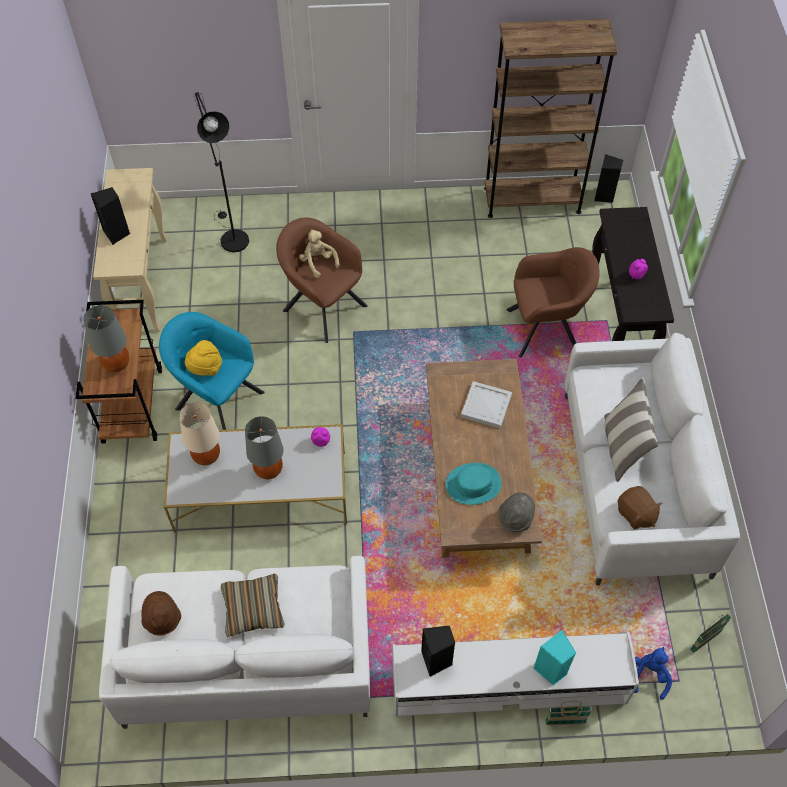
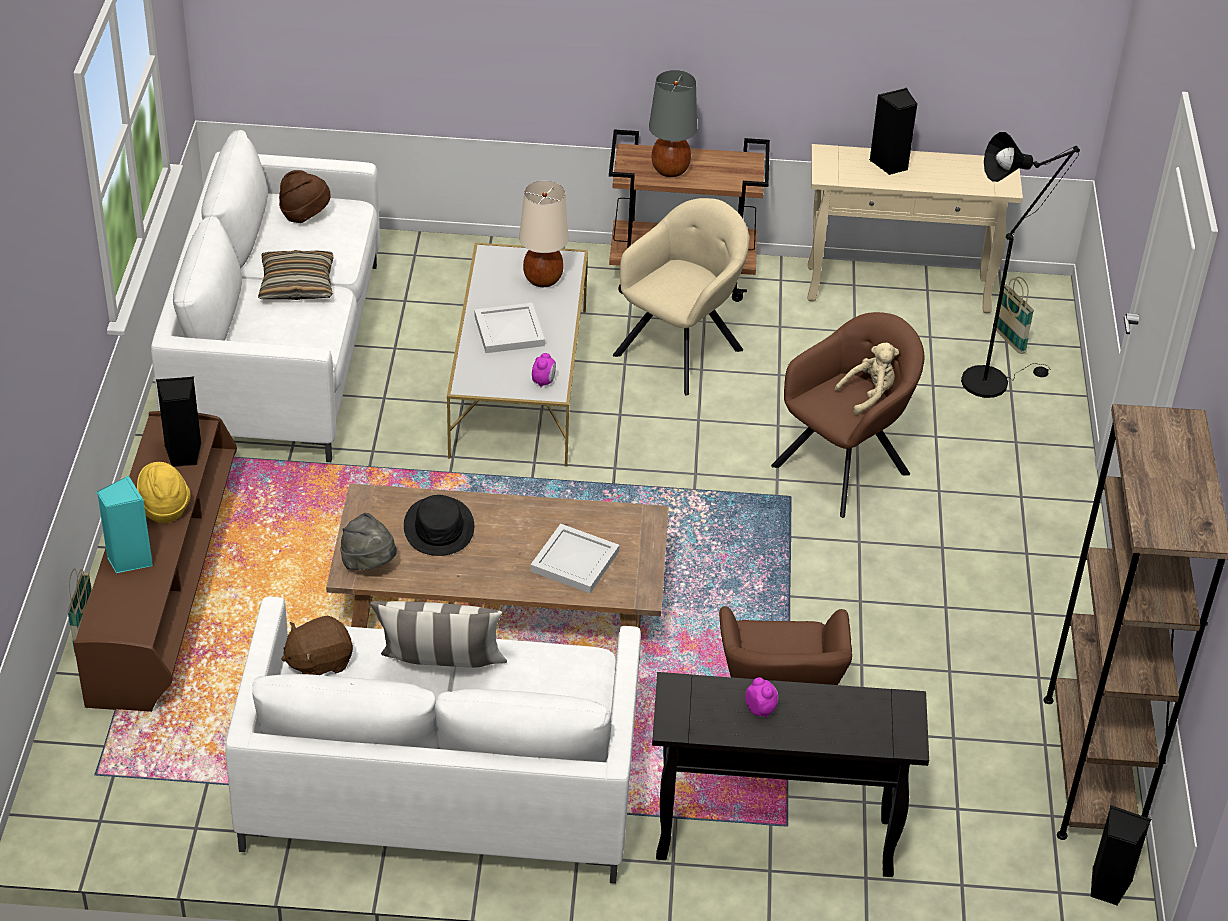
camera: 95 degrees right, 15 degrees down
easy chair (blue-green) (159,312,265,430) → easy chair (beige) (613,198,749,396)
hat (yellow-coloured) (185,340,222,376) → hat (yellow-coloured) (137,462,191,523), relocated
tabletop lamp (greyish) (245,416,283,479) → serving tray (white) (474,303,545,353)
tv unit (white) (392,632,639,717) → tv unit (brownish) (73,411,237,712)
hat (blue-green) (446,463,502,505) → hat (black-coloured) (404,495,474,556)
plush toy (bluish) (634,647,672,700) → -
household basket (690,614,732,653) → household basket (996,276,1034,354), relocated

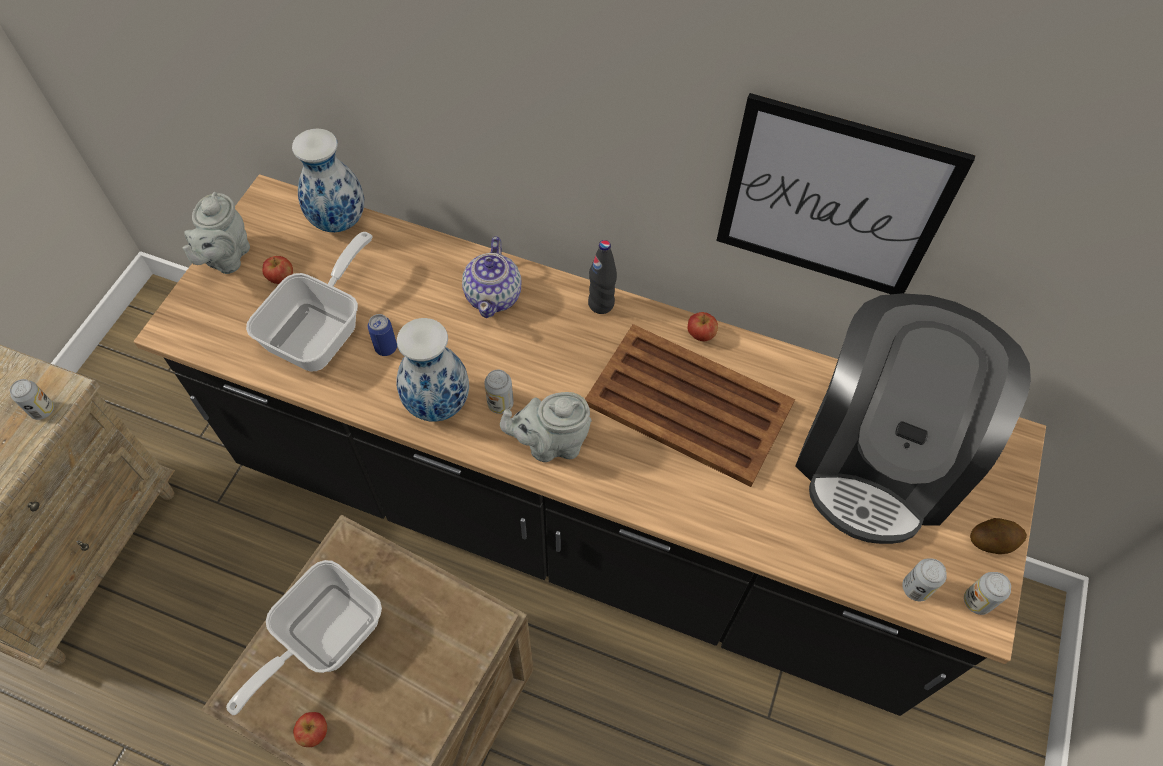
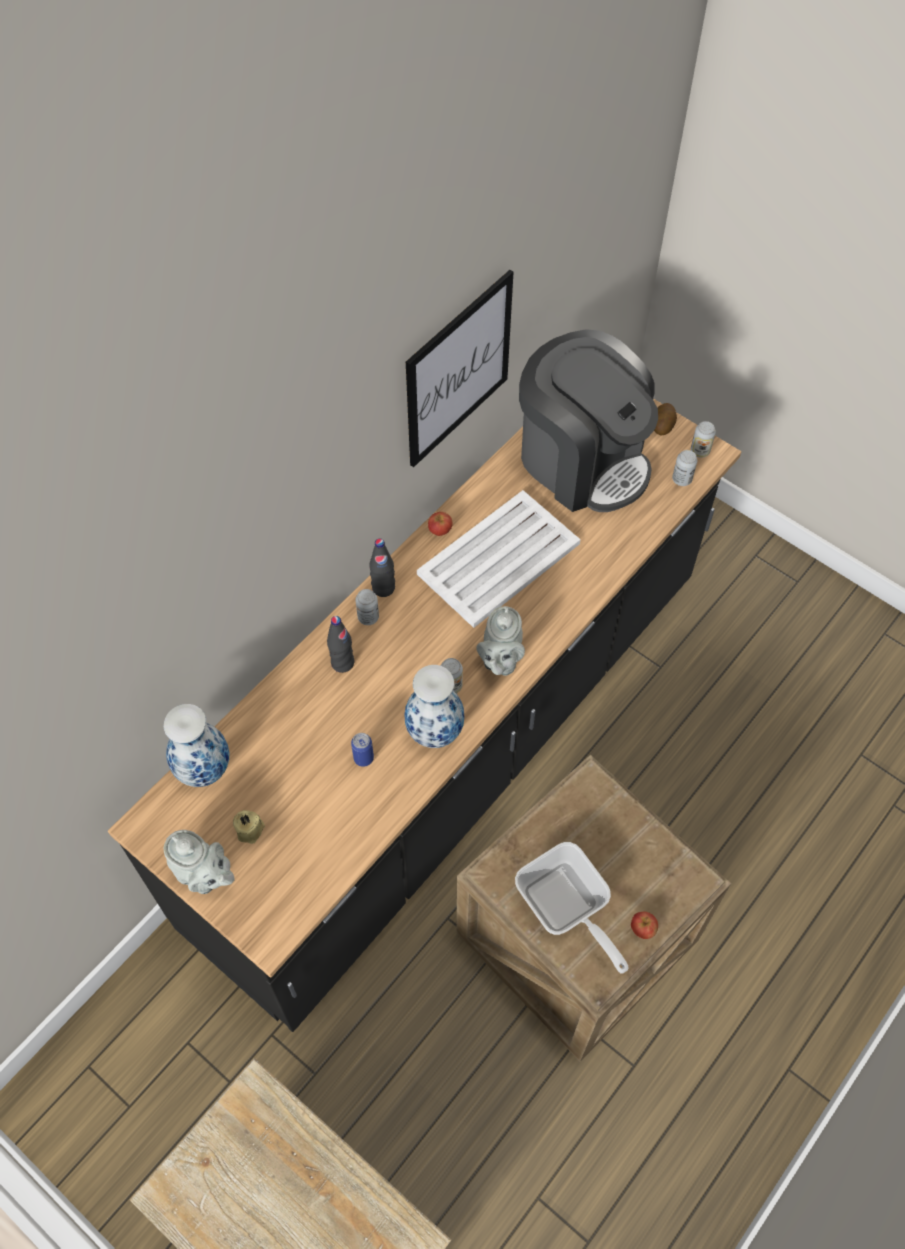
camera: 70 degrees left, 0 degrees up
metal can (10,379,54,420) → metal can (355,589,379,625), relocated
pan (246,232,372,372) → -
apple fruit (263,256,293,284) → wax light (beige) (233,810,265,844)
teapot (462,237,521,318) → beverage bottle (black-coloured) (327,616,354,673)
serving tray (brownish) (585,324,795,487) → serving tray (white) (417,490,581,628)

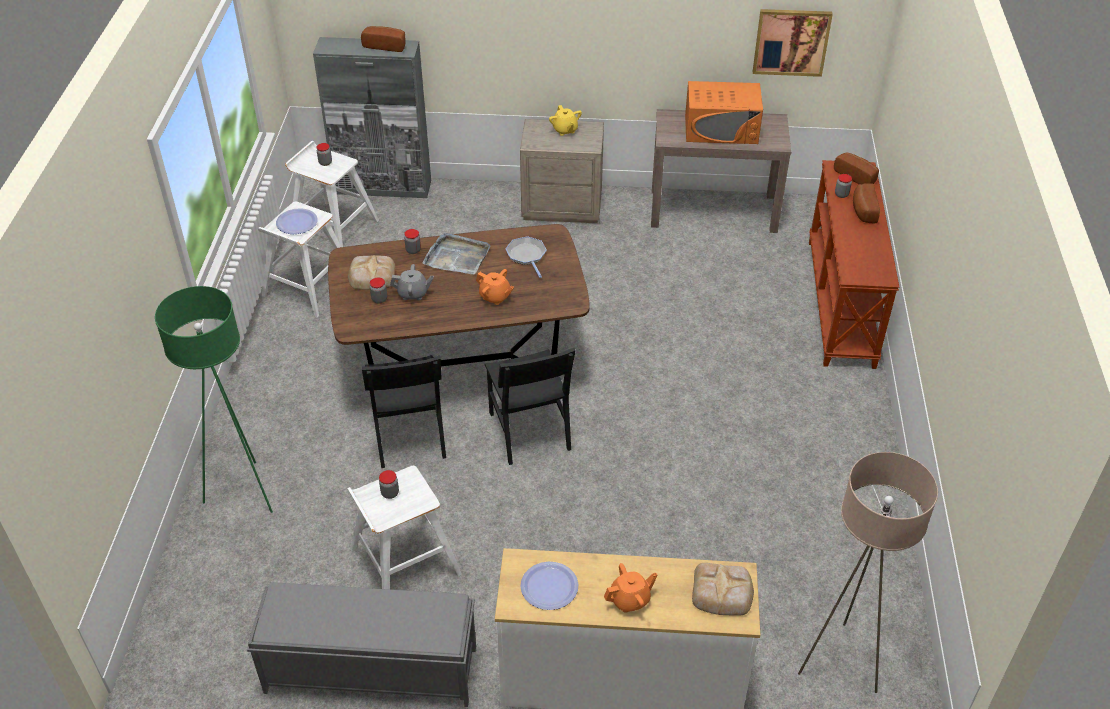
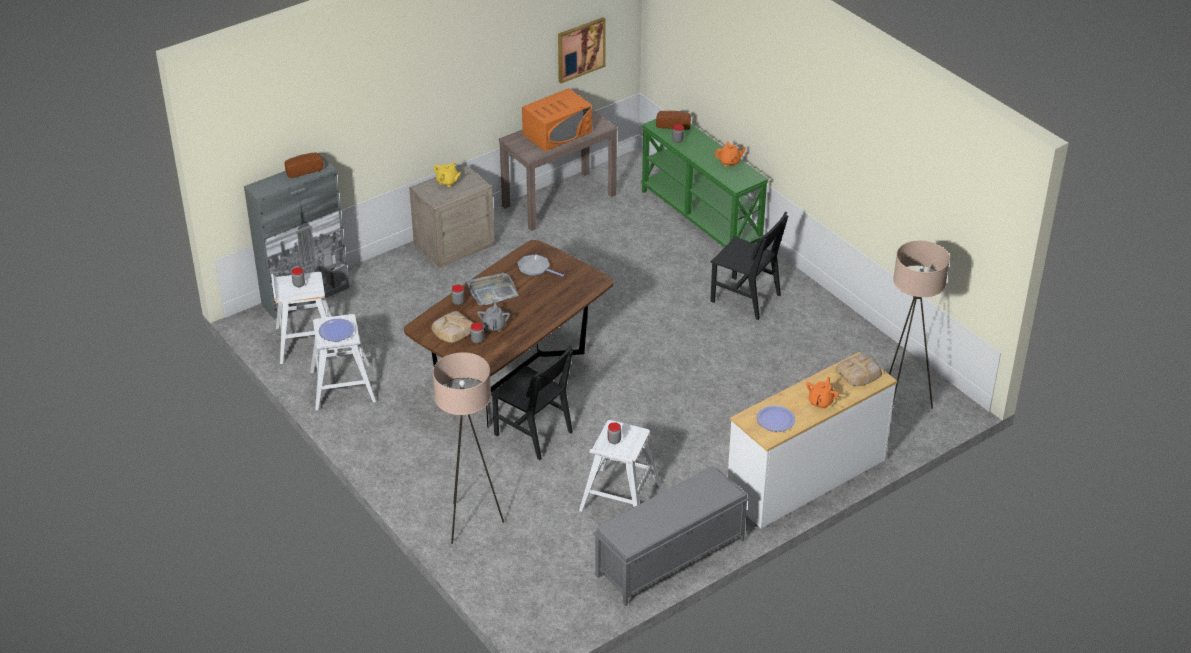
camera: 40 degrees left, 5 degrees down
standing lamp (green) (155,286,273,513) → standing lamp (beige) (433,352,504,544)
teapot (greyish) (390,264,434,300) → teapot (greyish) (477,302,510,332), 45 degrees counterclockwise
teapot (orange-coloured) (476,269,514,305) → teapot (orange-coloured) (715,141,746,166), relocated
plain chair (black-coloured) (485,348,576,465) → plain chair (black-coloured) (710,211,788,320), relocated
hall table (brownish) (809,160,899,369) → hall table (green) (641,119,769,248)
bread (853,183,880,223) → -

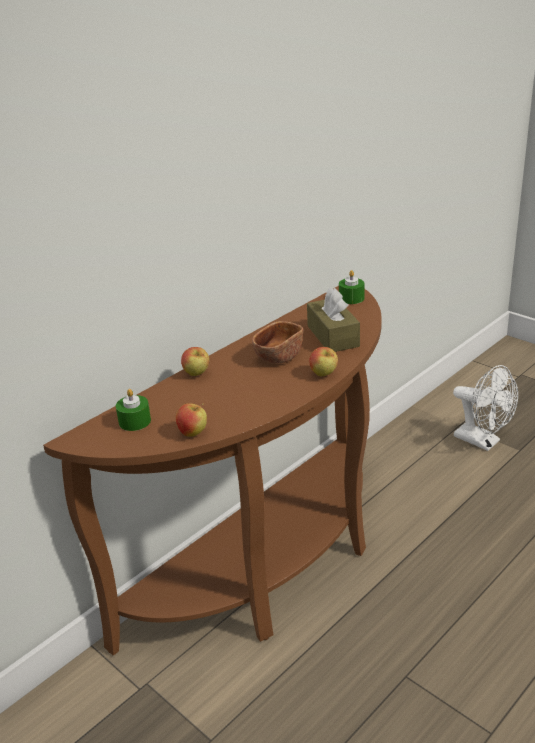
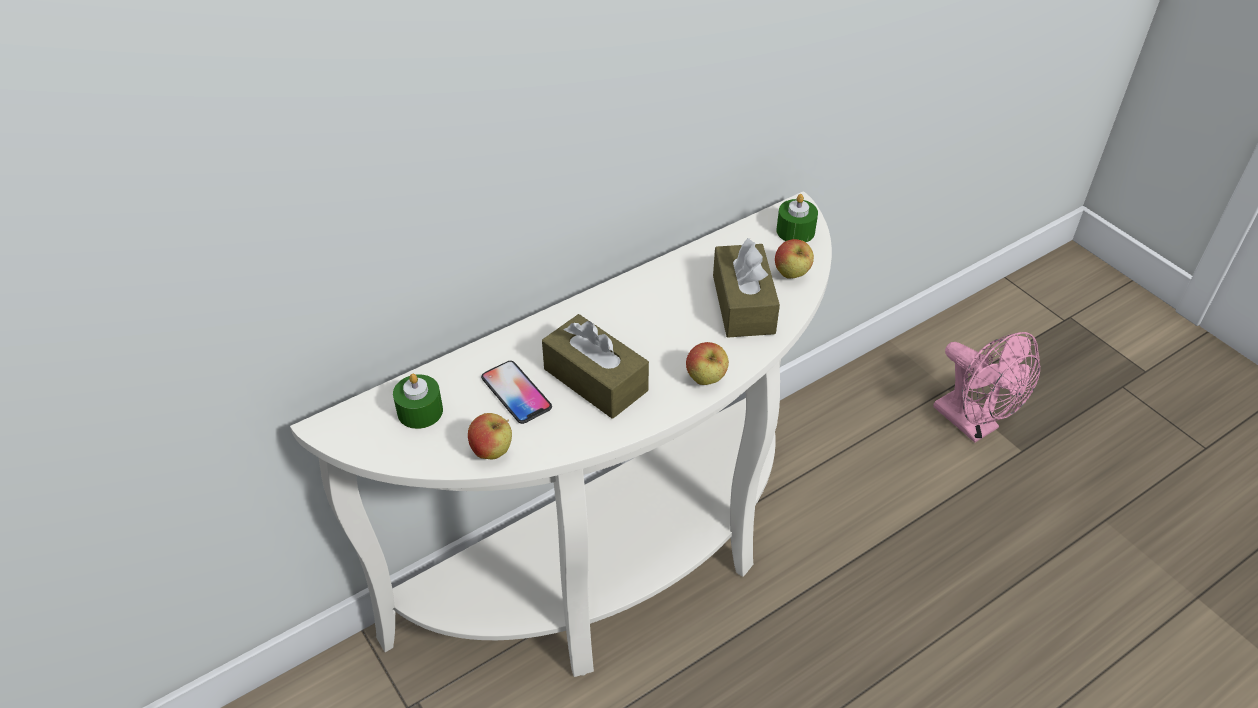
camera: 10 degrees right, 15 degrees up
hall table (brownish) (43,286,382,656) → hall table (white) (290,191,832,677)
apple fruit (181,347,209,376) → apple fruit (775,239,814,279), relocated
deep dish (brownish) (252,321,303,364) → -
electric fan (white) (453,365,518,451) → electric fan (pink) (933,332,1040,443)
- → telephone (481,361,552,424)
- → box of tissues (brownish) (542,314,649,419)

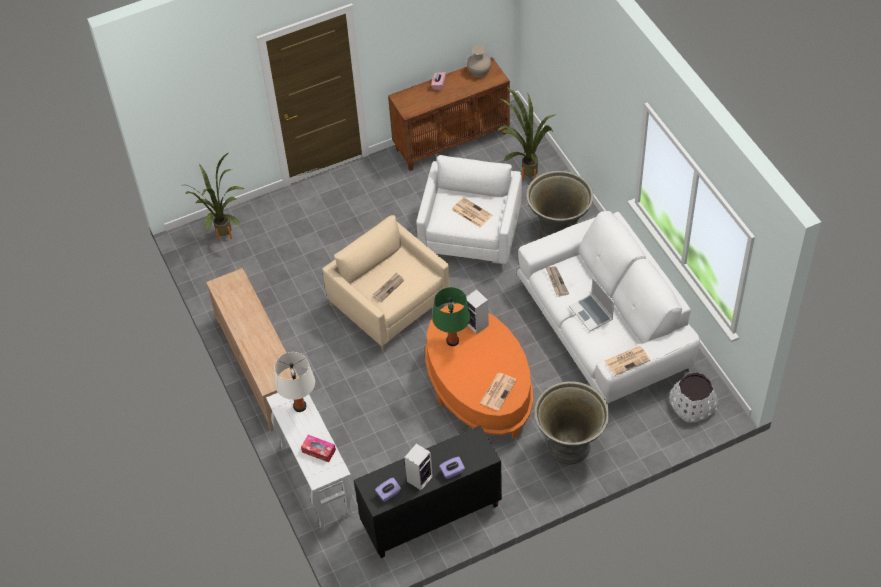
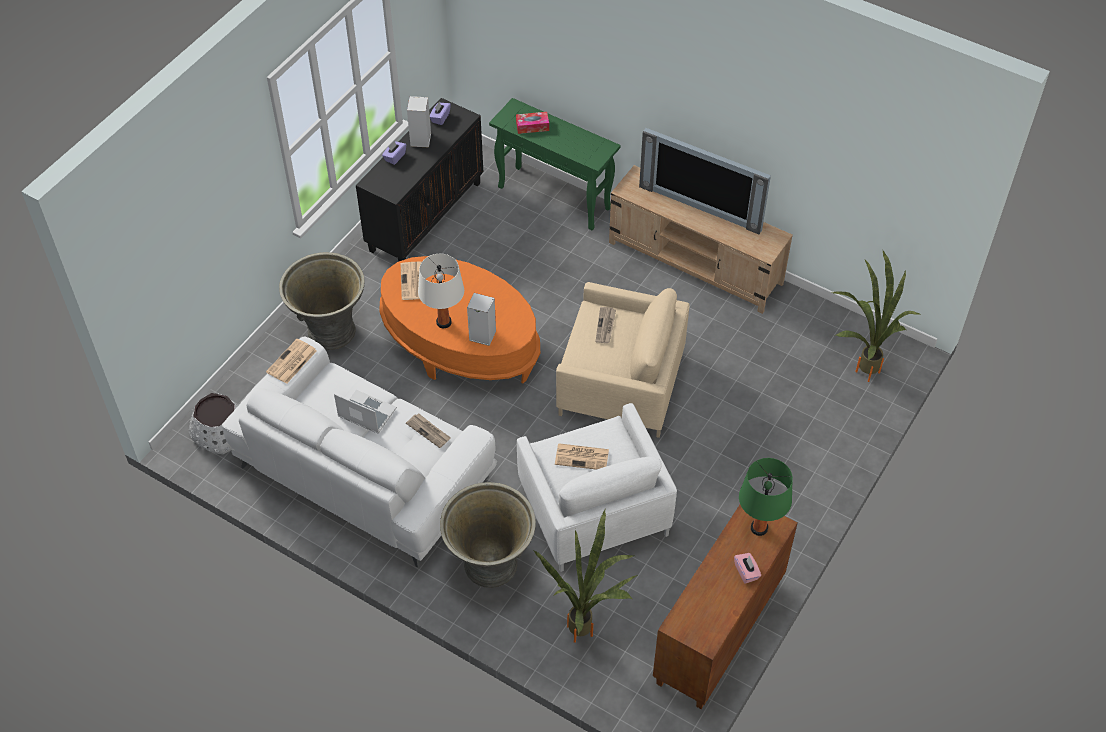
camera: 145 degrees right, 0 degrees up
hall table (white) (266,393,353,528) → hall table (green) (489,98,620,230)
tabletop lamp (white) (275,352,315,412) → tabletop lamp (white) (418,254,464,328), relocated
tabletop lamp (green) (432,287,470,346) → tabletop lamp (green) (739,458,793,536), relocated
decorative vase (beige) (467,45,492,77) → -
- → TV set (639,128,771,234)

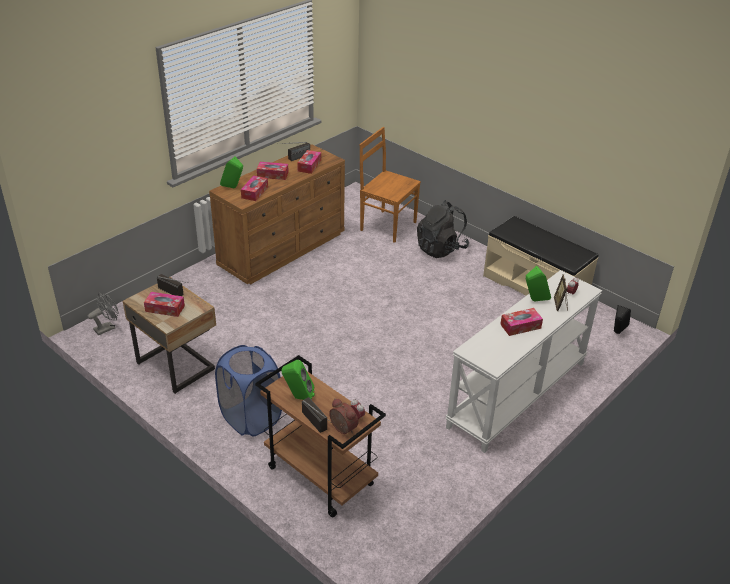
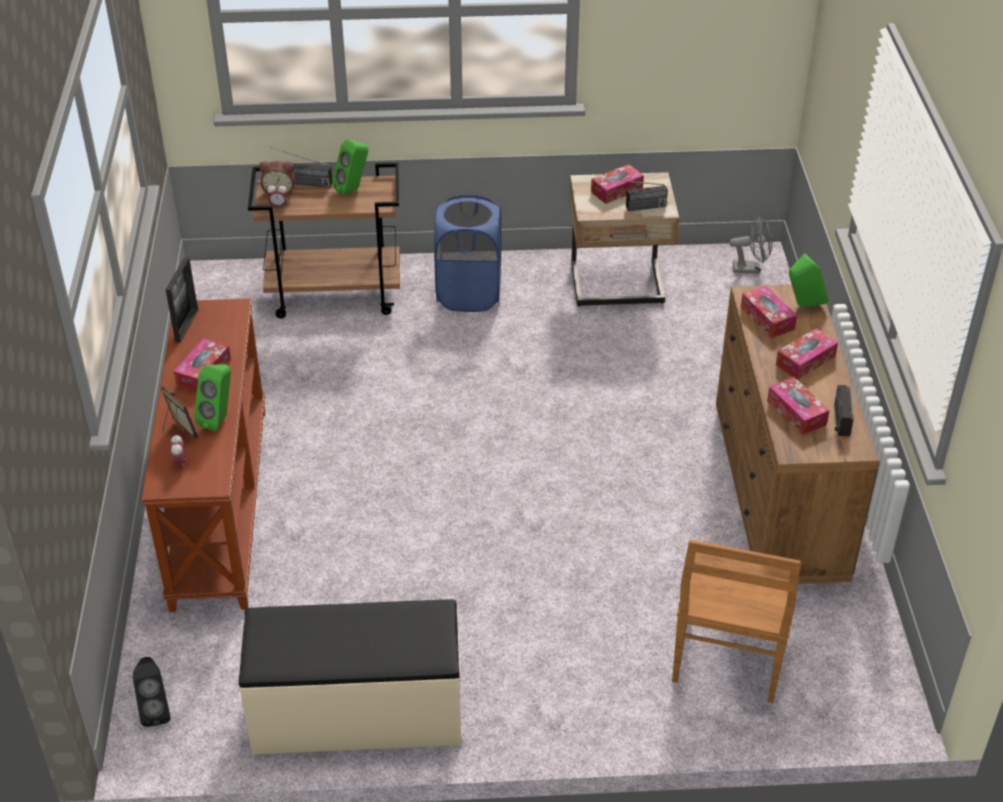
camera: 135 degrees right, 5 degrees up
electric fan (greyish) (88,293,119,335) → electric fan (greyish) (730,217,773,274), 90 degrees counterclockwise
plain chair (brownish) (360,127,421,243) → plain chair (brownish) (672,539,801,703), 120 degrees clockwise
knapsack (black-coloured) (417,200,469,258) → -
hall table (white) (445,270,602,453) → hall table (brownish) (141,299,265,613)
- → photo frame (166,257,198,343)

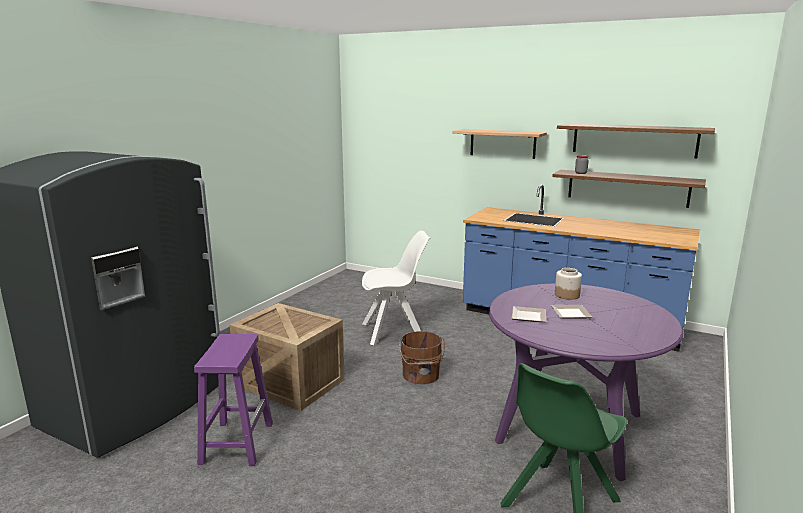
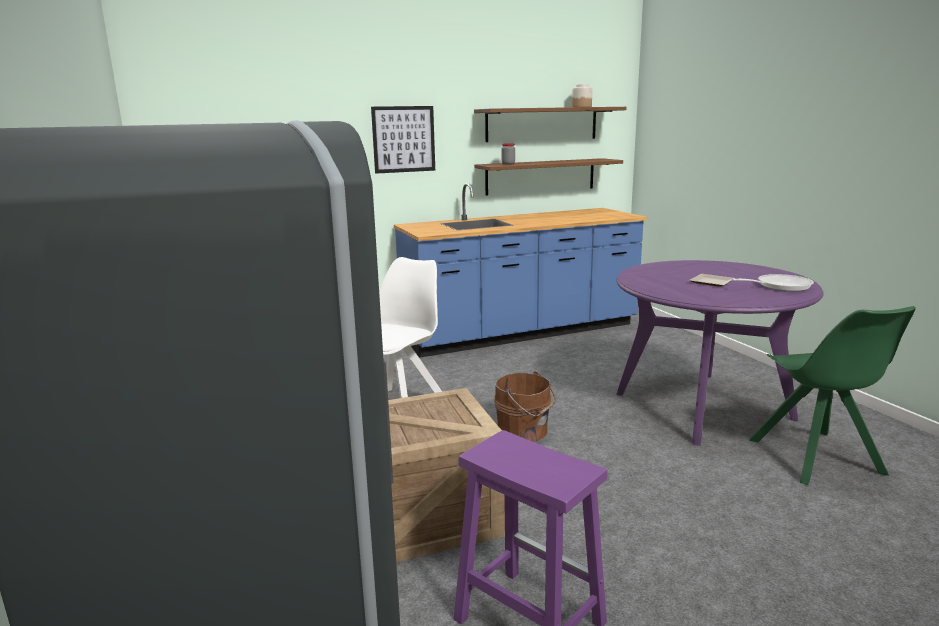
camera: 50 degrees left, 0 degrees up
shelf (452,129,547,159) → wall picture (371,106,435,174)
dinner plate (512,306,546,322) → -
preserve jar (555,268,582,300) → preserve jar (572,84,593,107), relocated
- → pan (731,274,814,292)

